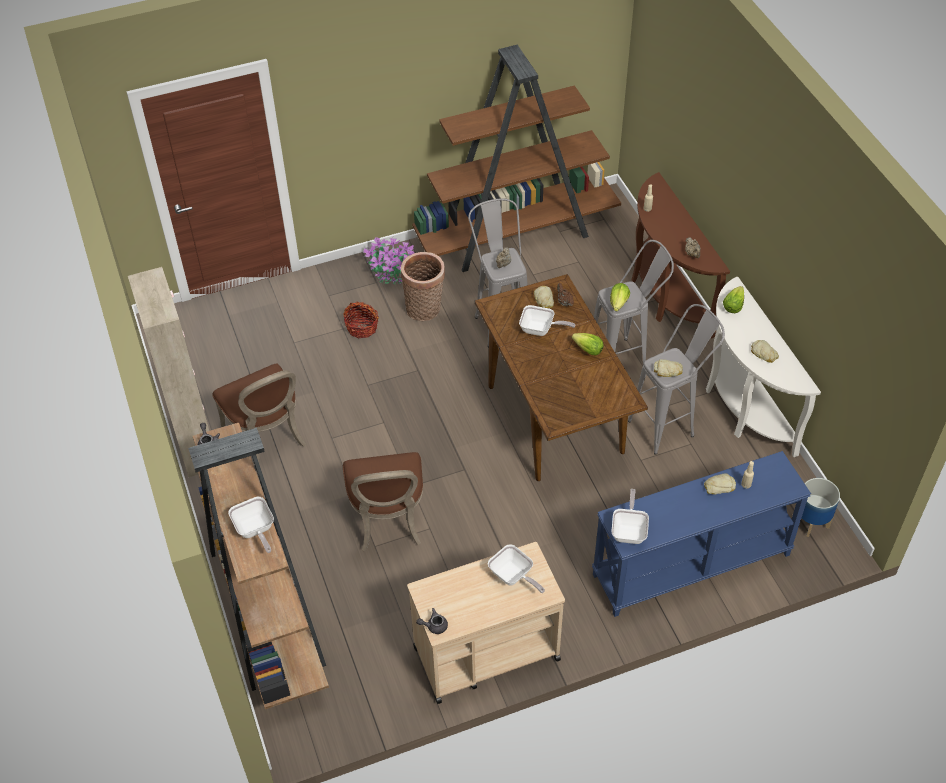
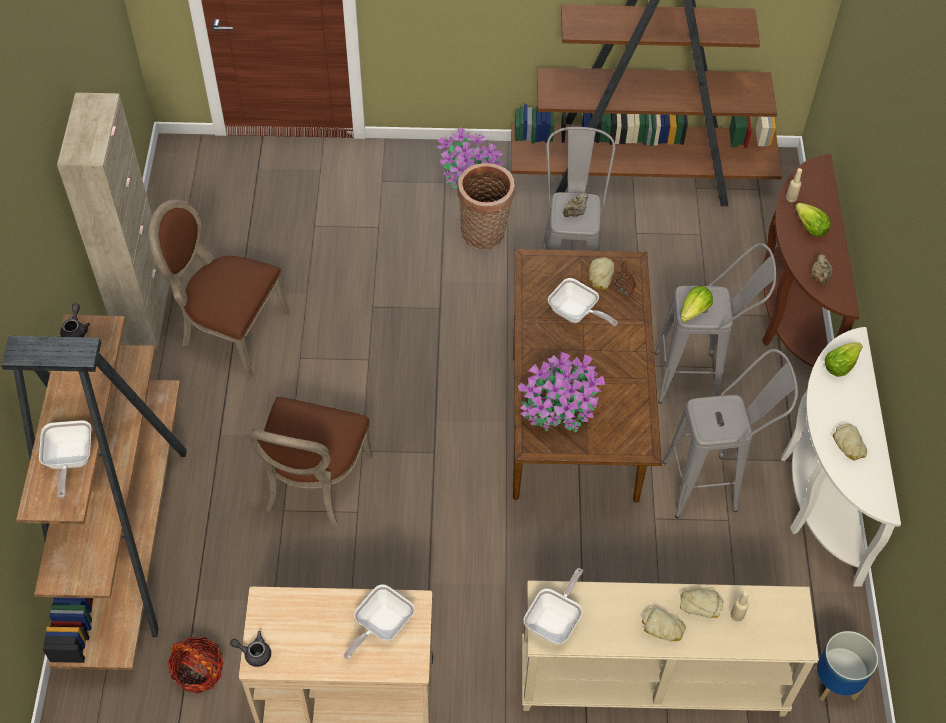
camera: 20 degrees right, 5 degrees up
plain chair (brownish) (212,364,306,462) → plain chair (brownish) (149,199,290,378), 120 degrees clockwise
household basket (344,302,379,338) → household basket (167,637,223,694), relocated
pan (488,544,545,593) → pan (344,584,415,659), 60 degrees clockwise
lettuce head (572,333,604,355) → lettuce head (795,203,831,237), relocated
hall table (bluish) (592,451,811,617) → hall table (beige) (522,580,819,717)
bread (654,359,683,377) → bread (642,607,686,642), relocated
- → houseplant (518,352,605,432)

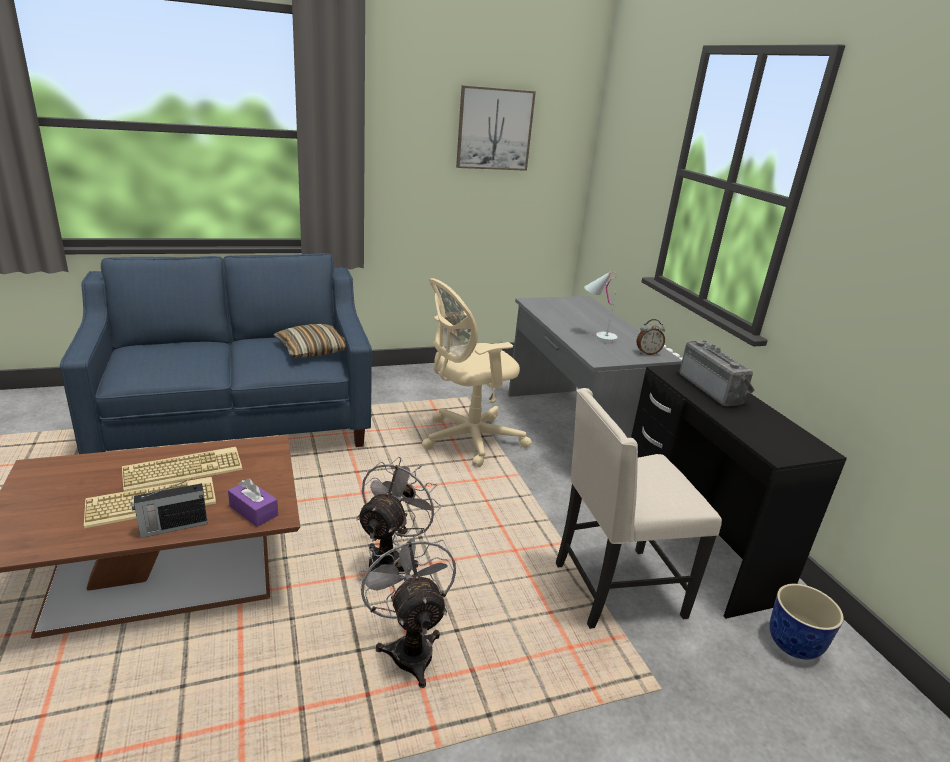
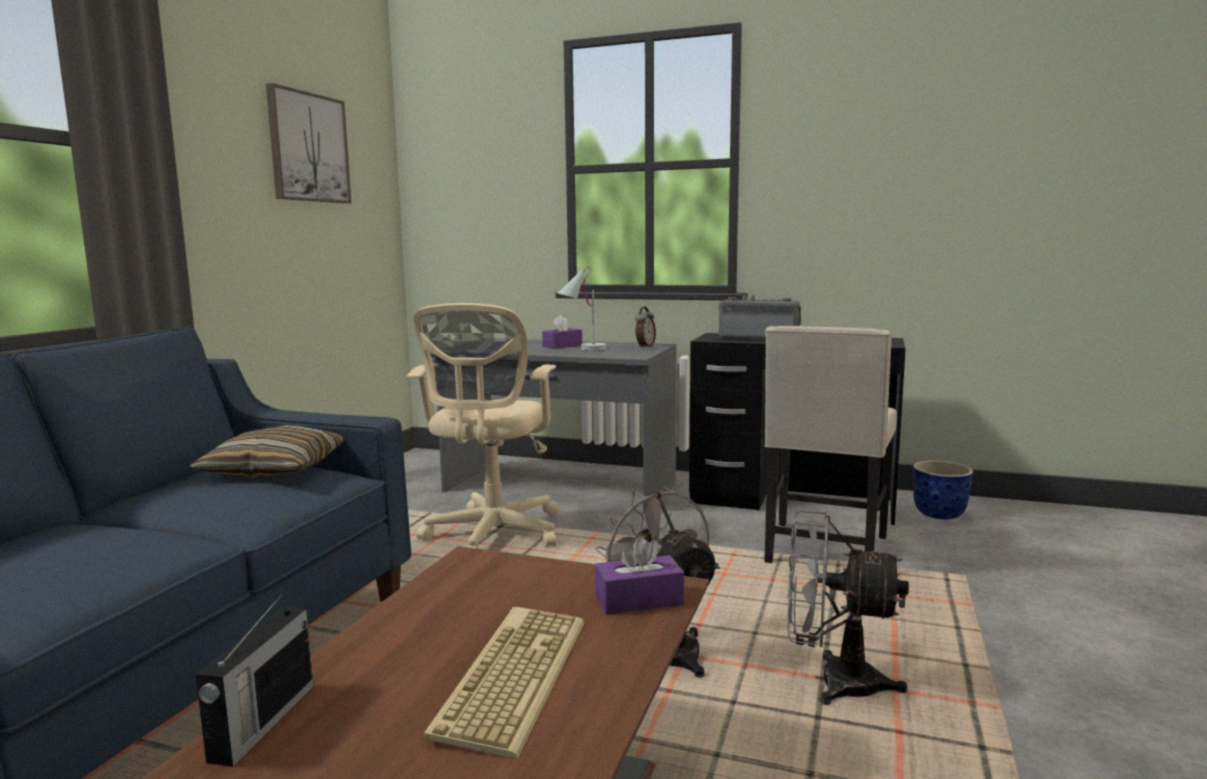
camera: 50 degrees left, 15 degrees down
PC keyboard (122,447,243,492) → -
radio receiver (131,479,208,538) → radio receiver (196,593,313,767), relocated
- → box of tissues (purple-coloured) (542,315,582,349)

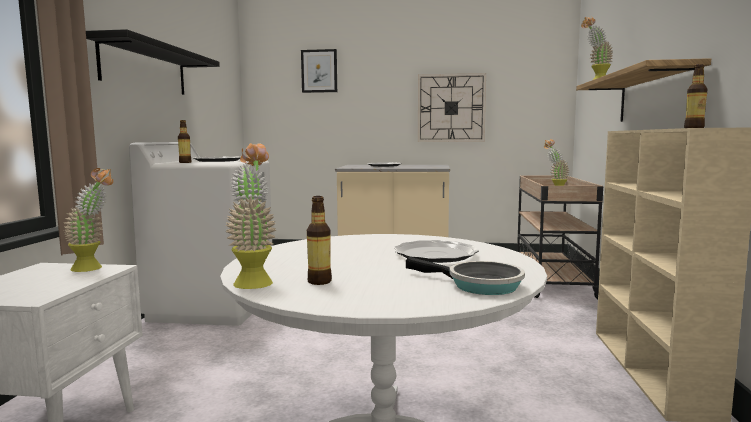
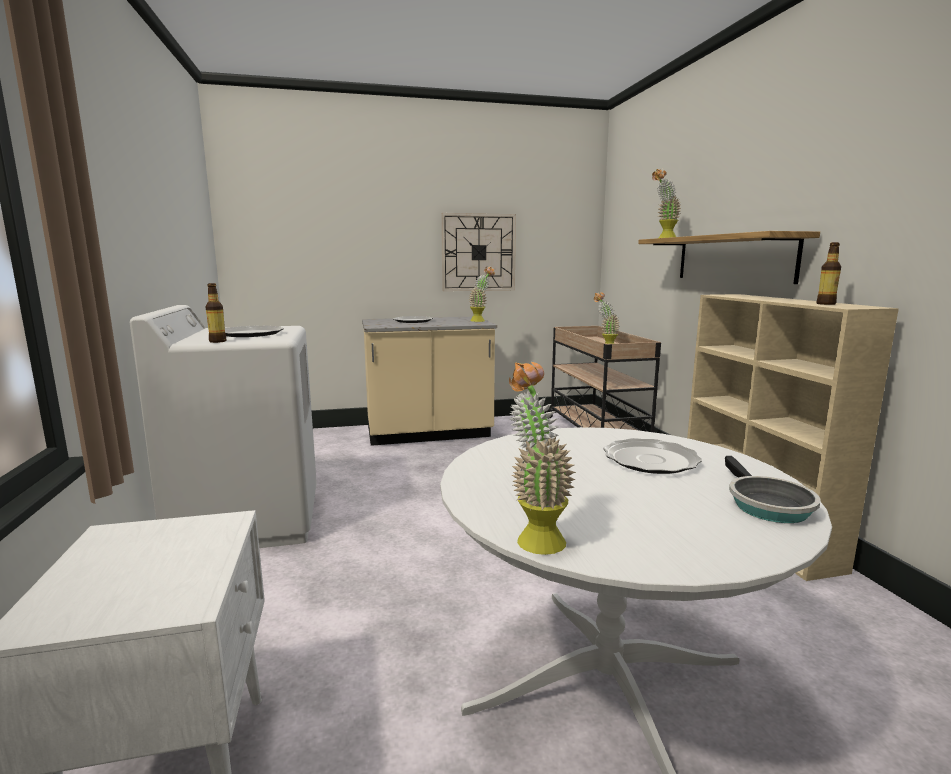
camera: 20 degrees left, 5 degrees up
houseplant (63,168,113,272) → houseplant (469,266,495,322), relocated
shelf (black-coloured) (86,29,220,95) → -
wall picture (301,49,337,93) → -
beverage bottle (307,196,332,285) → -
pan (406,257,525,295) → pan (725,456,821,523), 75 degrees clockwise

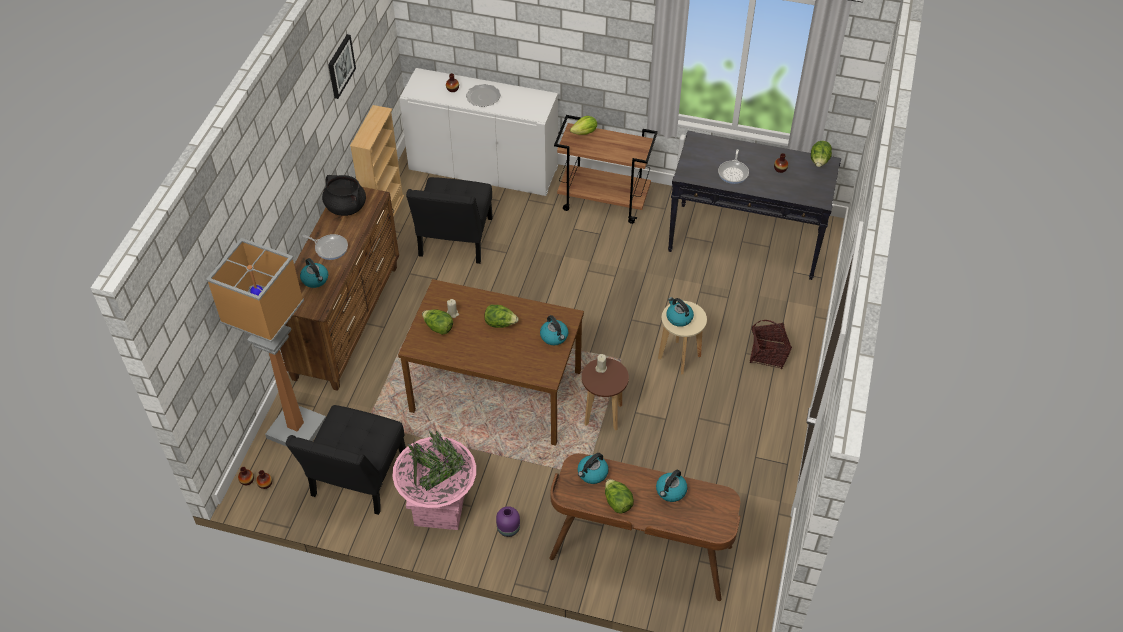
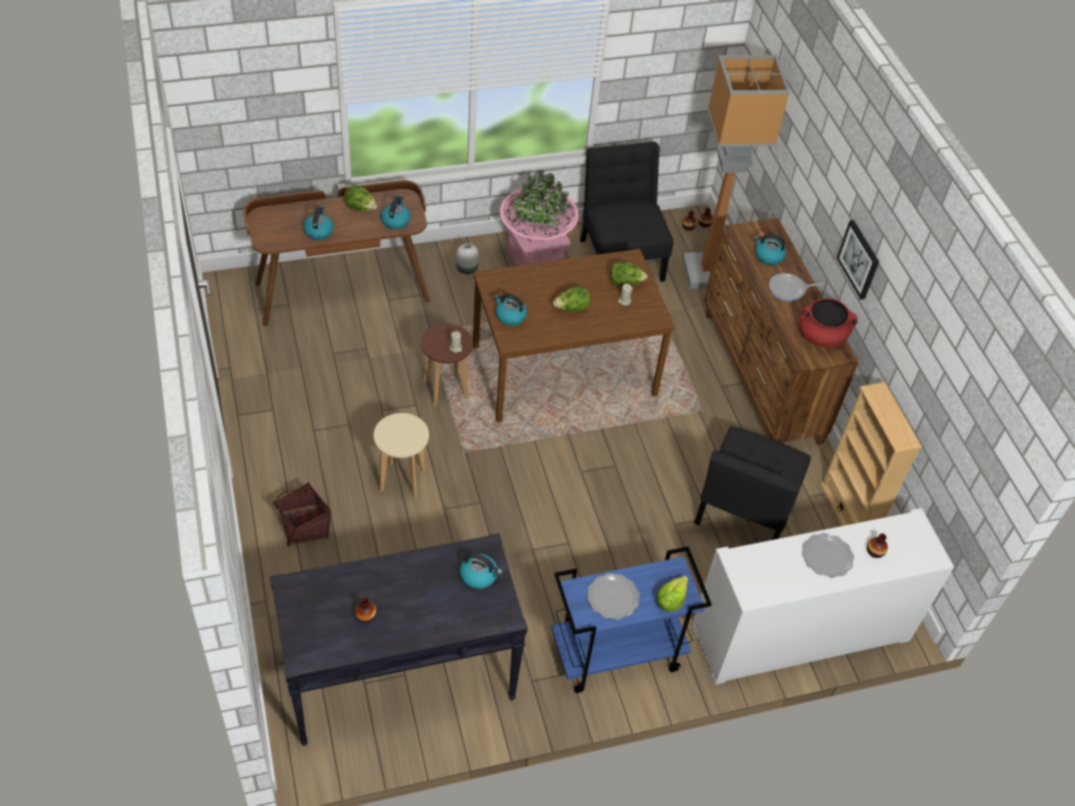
camera: 145 degrees right, 0 degrees up
stockpot (black-coloured) (322,175,366,216) → stockpot (red-coloured) (799,298,858,347)
wall picture (328,34,356,99) → wall picture (836,220,879,300), relocated
plain chair (black-coloured) (406,177,493,264) → plain chair (black-coloured) (694,426,811,540), 135 degrees counterclockwise
decorative vase (purple-coloured) (496,506,520,537) → decorative vase (white) (456,243,479,274)
wheeled cart (brownish) (554,115,658,224) → wheeled cart (bluish) (551,547,712,693)
tea kettle (666,297,694,327) → tea kettle (460,553,502,589), relocated
pan (718,149,749,184) → -
lettuce head (811,141,832,167) → -
- → dinner plate (587,573,640,620)

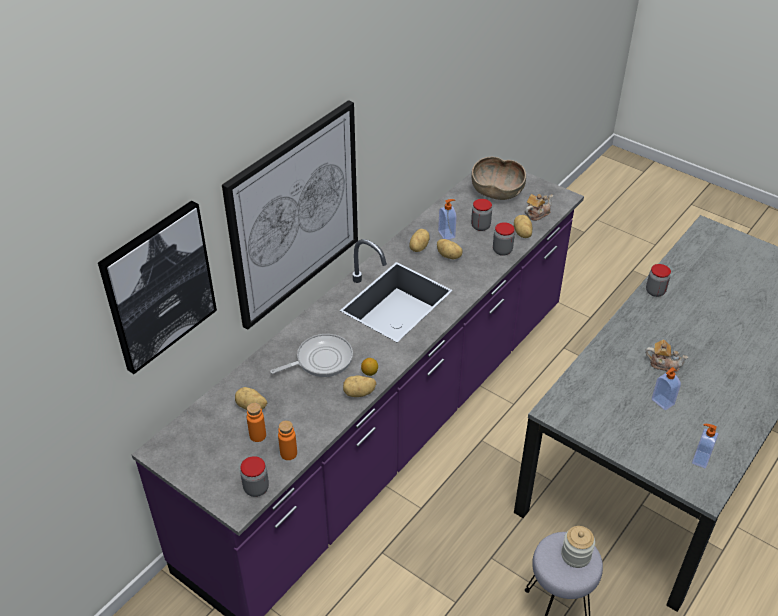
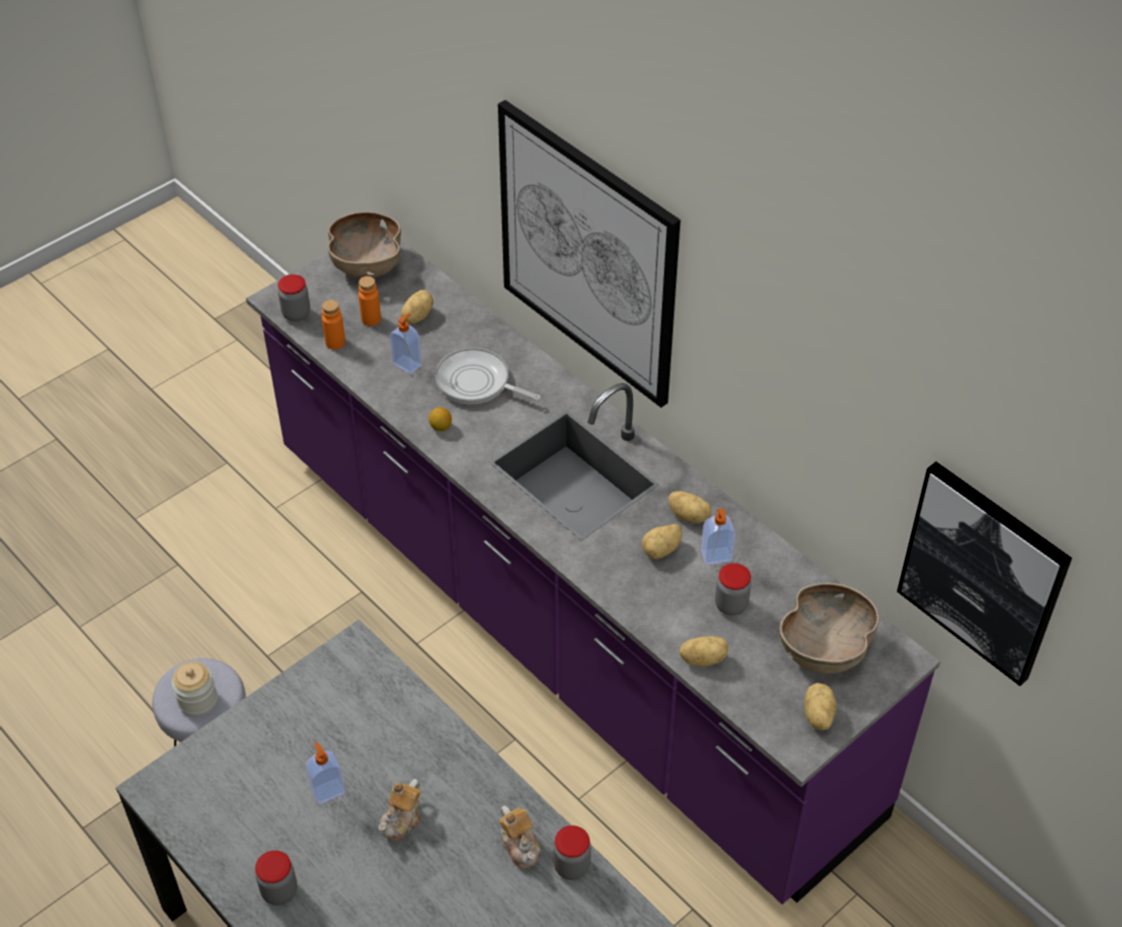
camera: 100 degrees right, 5 degrees up
wall picture (98,201,217,374) → wall picture (897,462,1072,686), relocated
pan (270,334,353,377) → pan (435,348,541,404), 135 degrees clockwise
whole potato (343,375,376,397) → whole potato (804,683,836,730), relocated
preserve jar (493,222,515,256) → preserve jar (255,850,297,906), relocated
teapot (525,194,553,221) → teapot (499,806,541,869), relocated
soap bottle (692,424,718,468) → soap bottle (390,313,422,374), relocated
- → deep dish (brownish) (328,211,401,278)

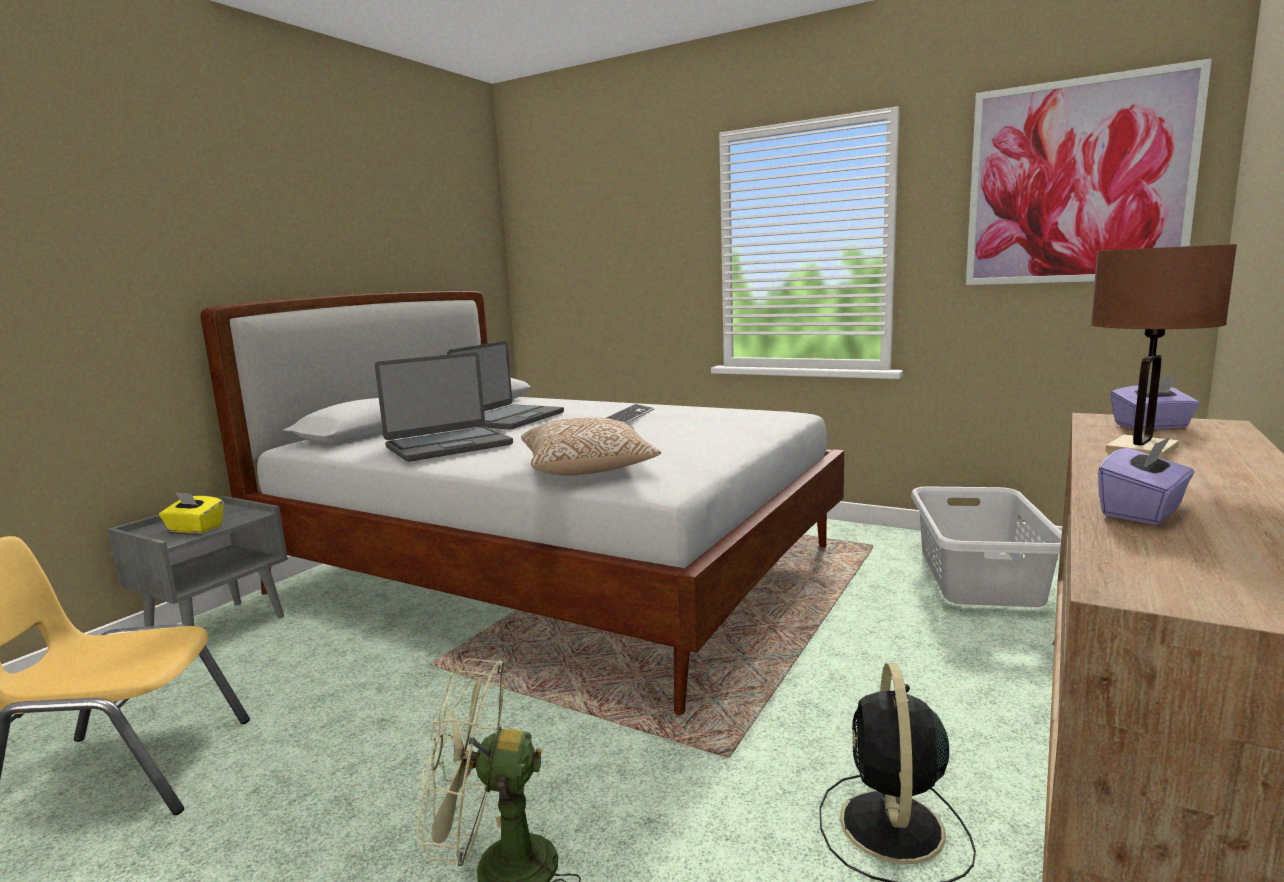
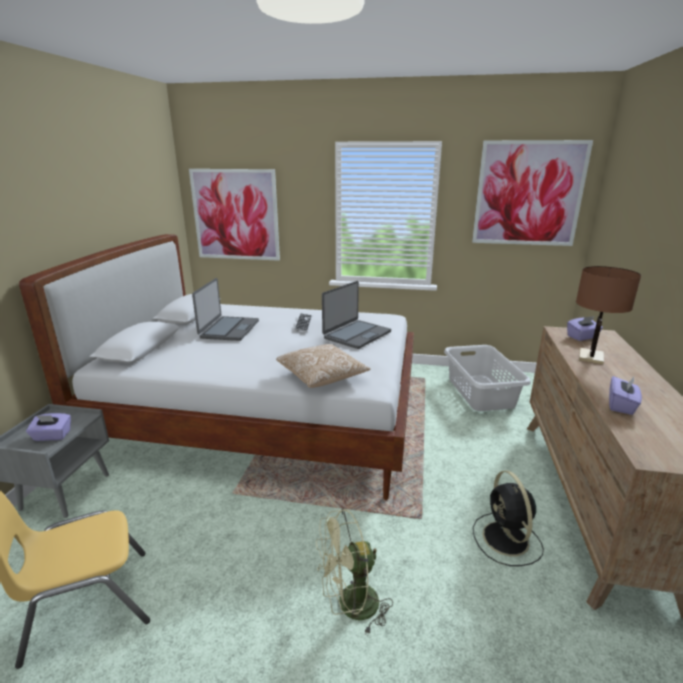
camera: 20 degrees left, 10 degrees up
box of tissues (yellow-coloured) (159,492,223,533) → box of tissues (purple-coloured) (26,413,71,441)
notebook computer (375,352,513,462) → notebook computer (322,281,391,349), relocated
- → wall picture (189,169,280,261)

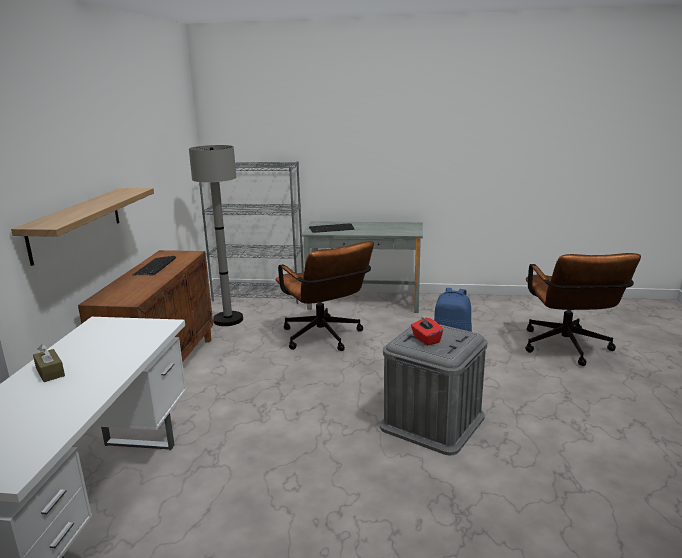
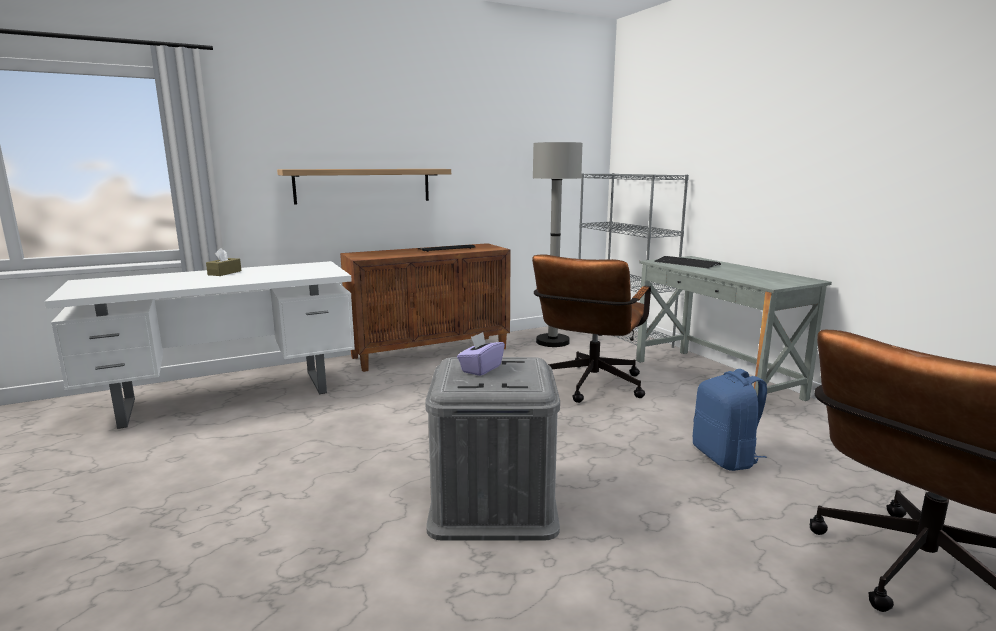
camera: 55 degrees right, 5 degrees down
box of tissues (red-coloured) (411,316,443,346) → box of tissues (purple-coloured) (457,332,505,376)

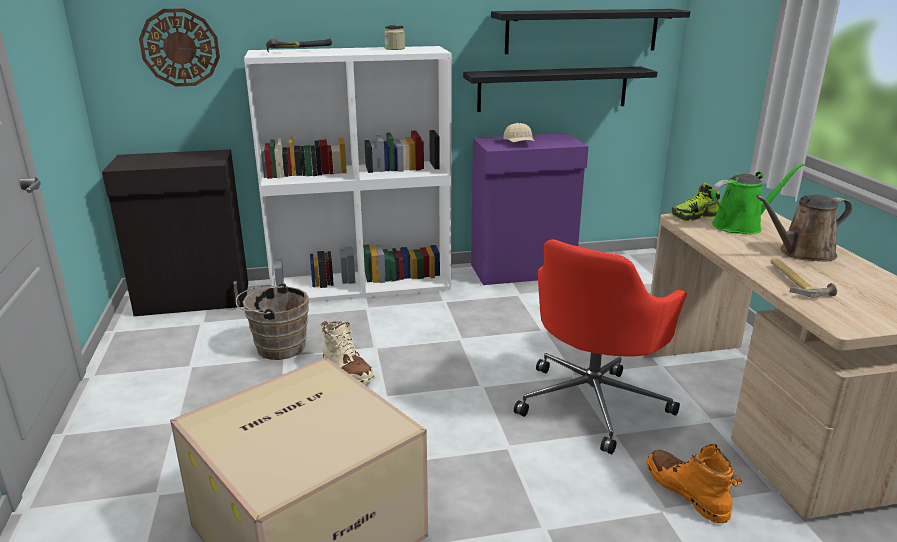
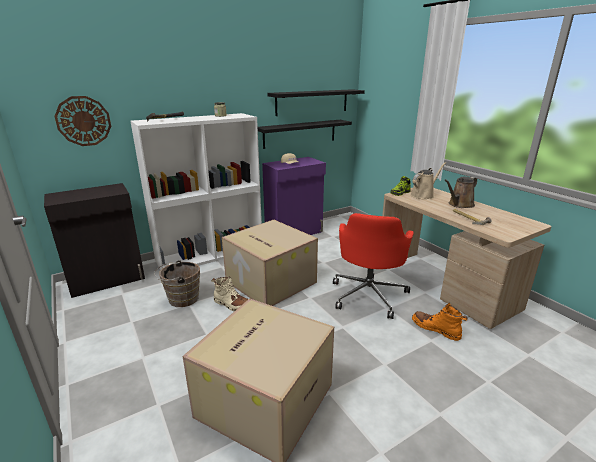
camera: 20 degrees left, 0 degrees up
watering can (green) (711,163,804,234) → watering can (beige) (410,162,446,199)
- → cardboard box (222,220,318,306)

